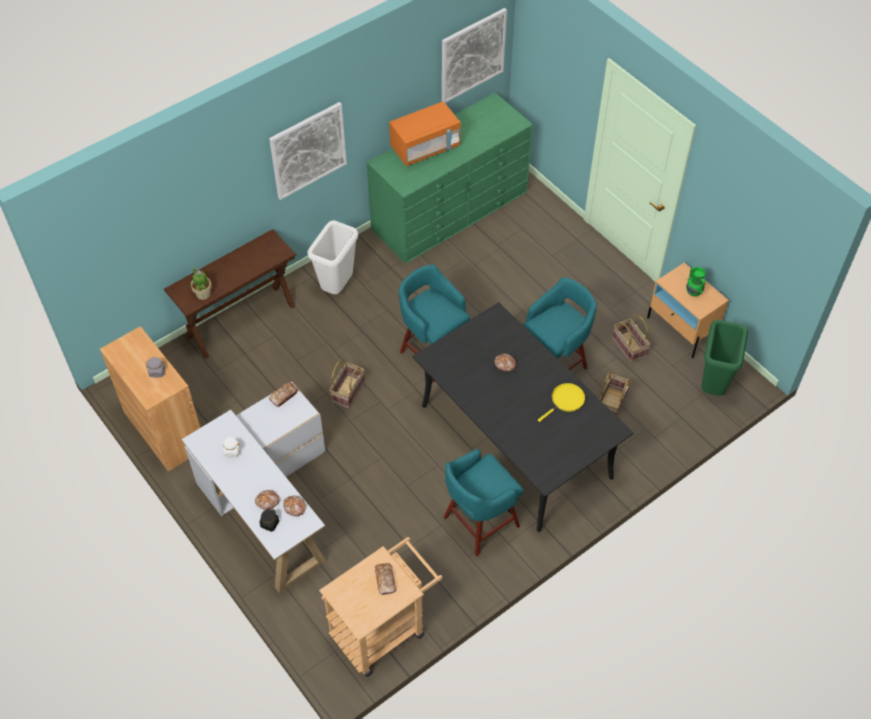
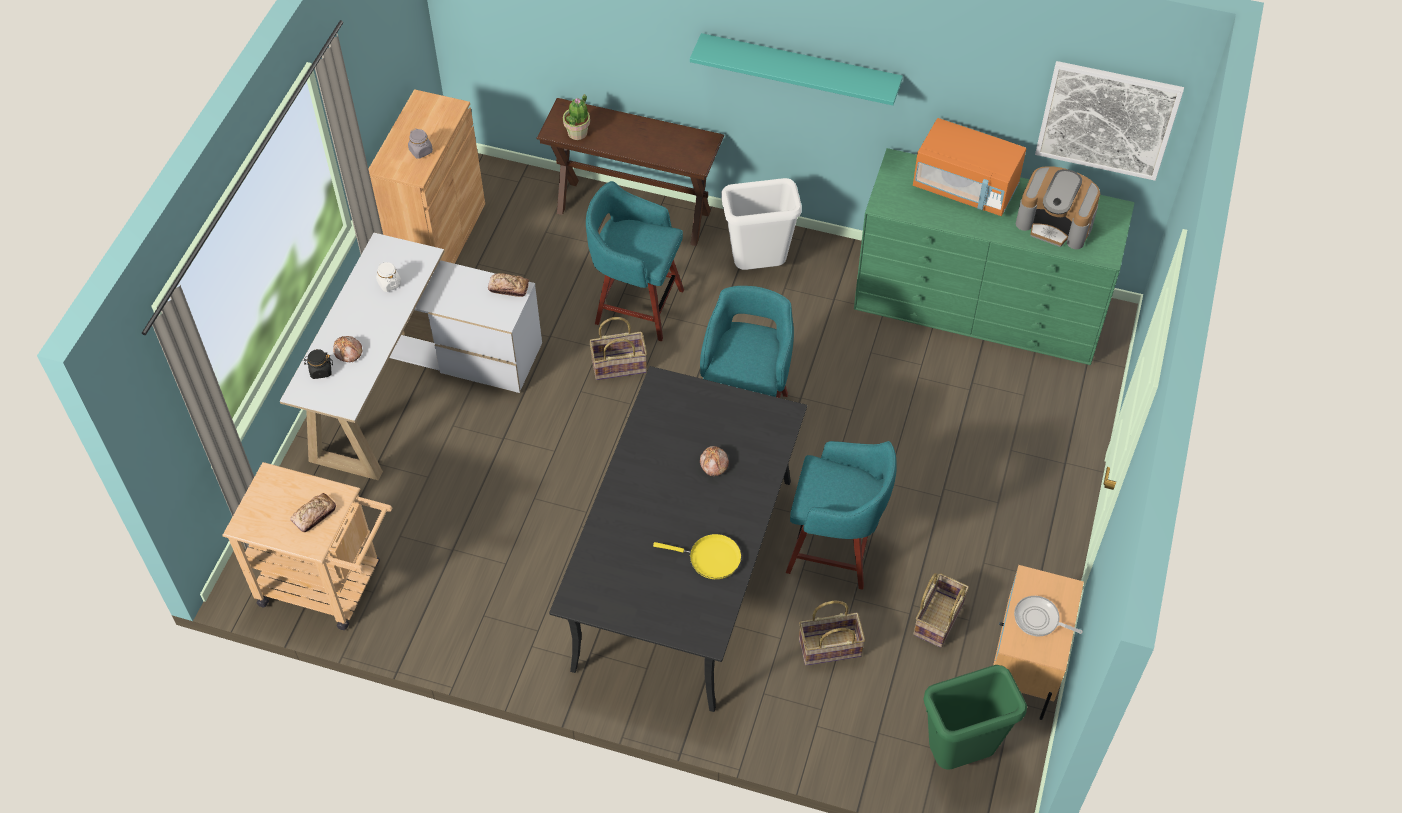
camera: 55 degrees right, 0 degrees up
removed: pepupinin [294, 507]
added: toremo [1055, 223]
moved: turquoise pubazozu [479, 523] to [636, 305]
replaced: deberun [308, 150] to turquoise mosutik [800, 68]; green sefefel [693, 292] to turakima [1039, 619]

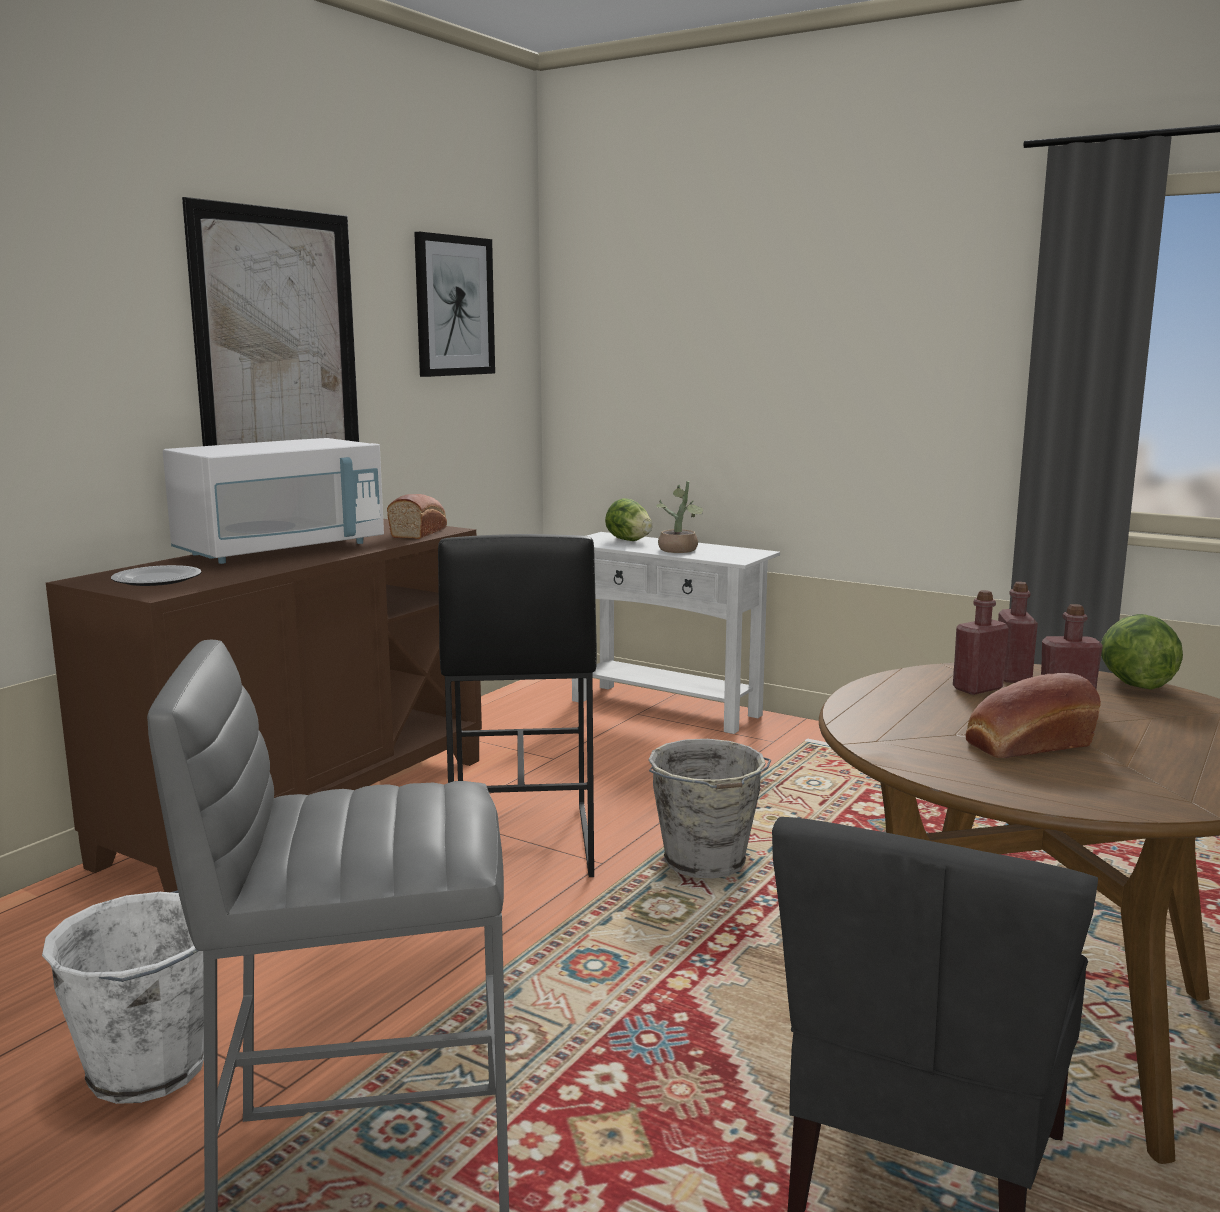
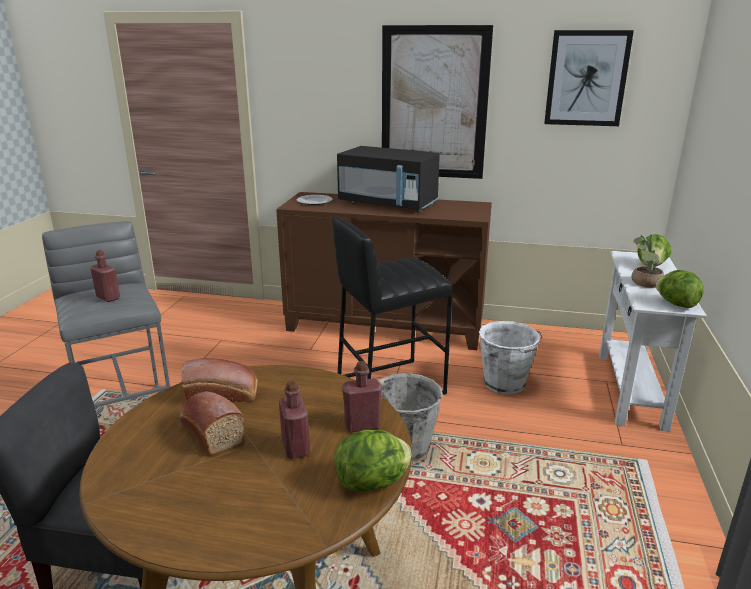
camera: 70 degrees right, 10 degrees up
added: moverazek [675, 304]
moved: pepupinin [420, 532] to [224, 395]; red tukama [977, 688] to [108, 298]; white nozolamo [153, 1068] to [505, 384]
recoloured: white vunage [281, 550] to black vunage [388, 204]

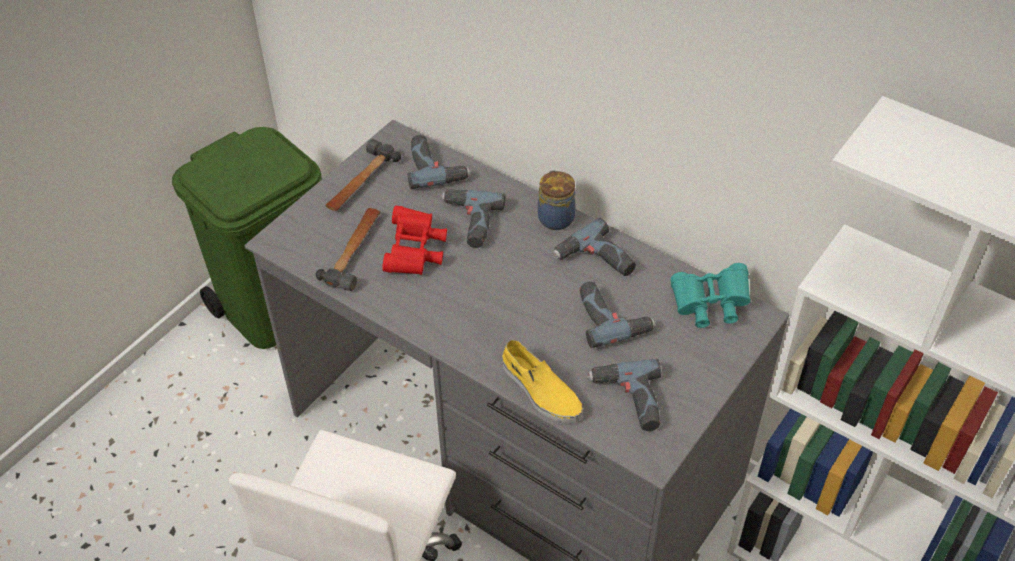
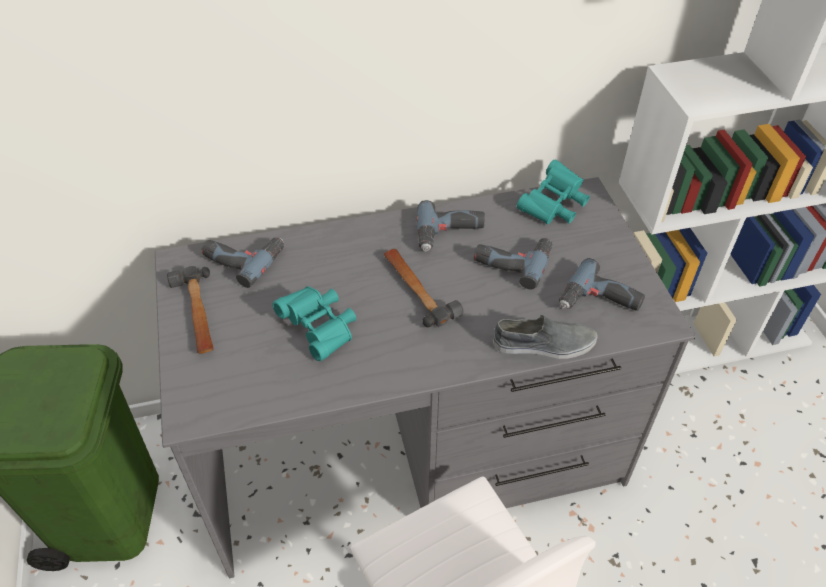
camera: 50 degrees left, 0 degrees up
removed: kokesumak [555, 217]; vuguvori [468, 222]
moved: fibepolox [355, 251] to [417, 289]
recoloured: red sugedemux [415, 252] to turquoise sugedemux [320, 329]; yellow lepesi [540, 390] to grey lepesi [544, 344]

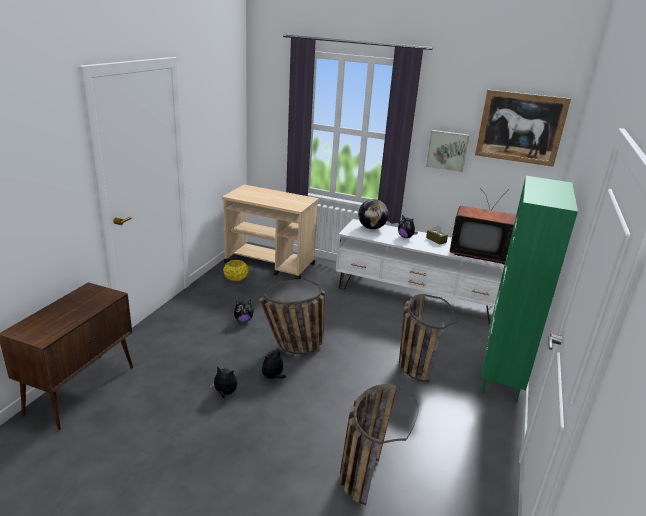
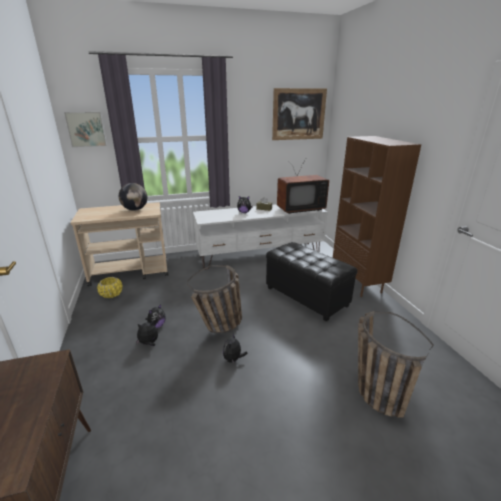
camera: 35 degrees left, 0 degrees up
moved: deberun [447, 150] to [86, 129]; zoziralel [371, 228] to [135, 209]; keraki [225, 393] to [149, 343]
replaced: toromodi [413, 362] to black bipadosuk [306, 297]
recoloured: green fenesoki [502, 377] to brown fenesoki [358, 282]

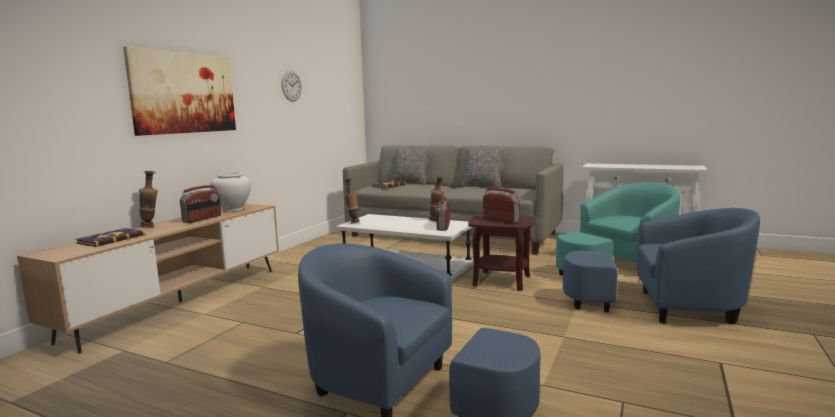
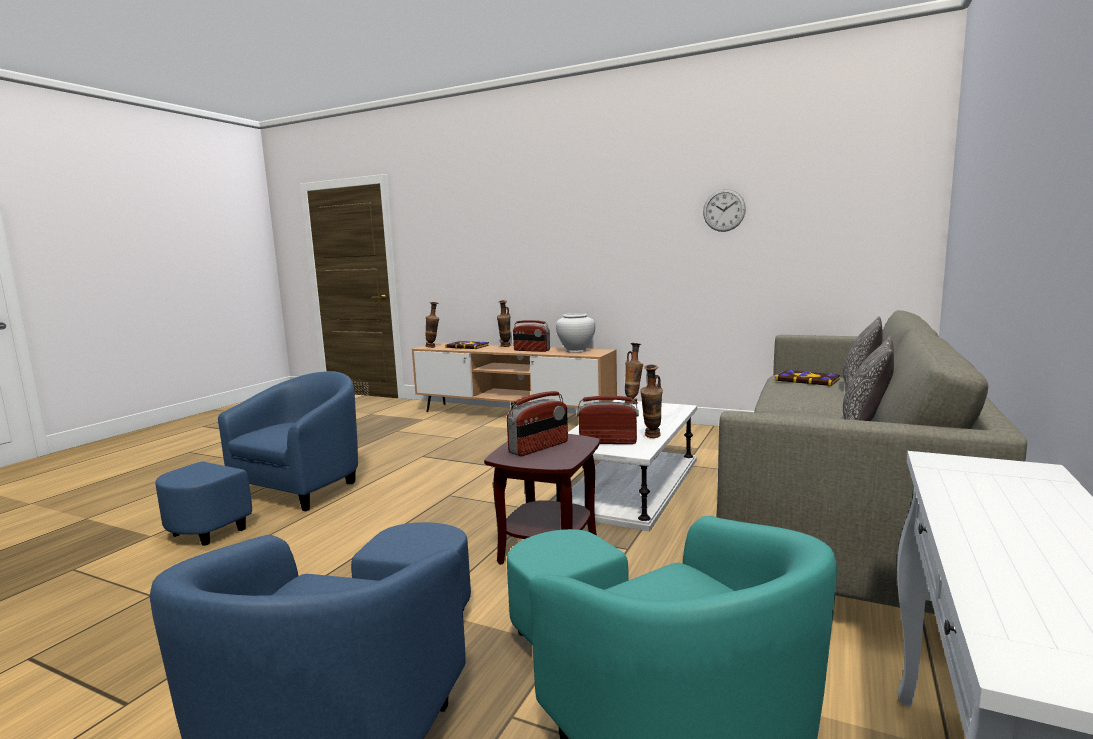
camera: 90 degrees right, 0 degrees up
removed: deberun [184, 93]
added: sefefel [433, 347]

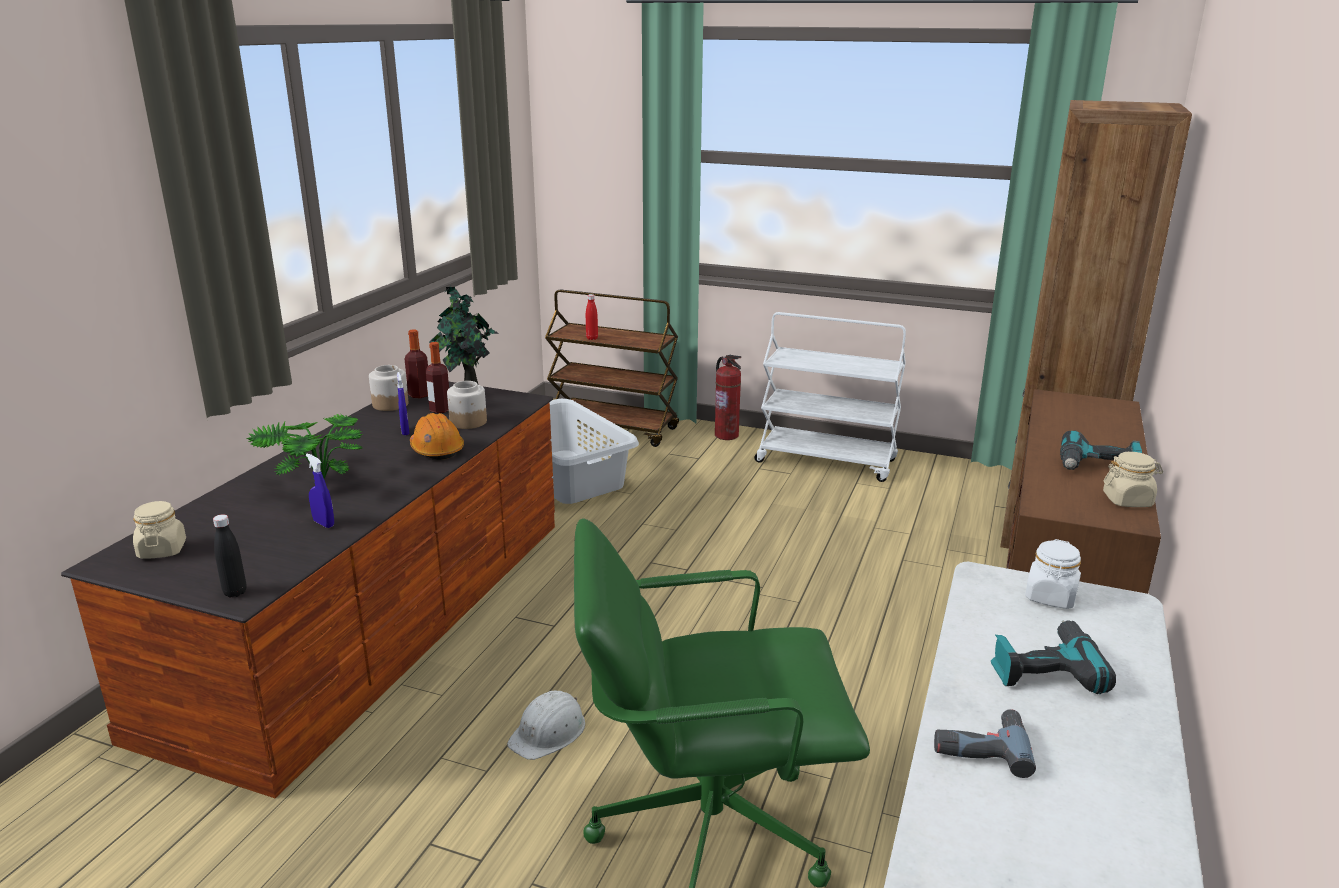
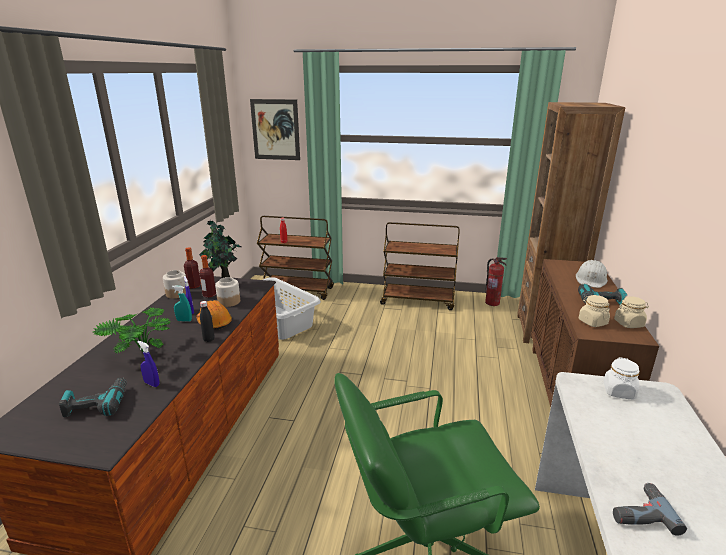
camera: 10 degrees left, 0 degrees up
added: deberun [275, 130]; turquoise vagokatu [184, 320]
moved: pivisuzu [727, 435] to [492, 303]; beige kokesumak [162, 550] to [592, 322]; black tukama [235, 592] to [209, 339]; vuguvori [1044, 668] to [97, 404]; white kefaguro [549, 732] to [591, 279]
recoloured: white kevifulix [827, 461] to brown kevifulix [418, 300]

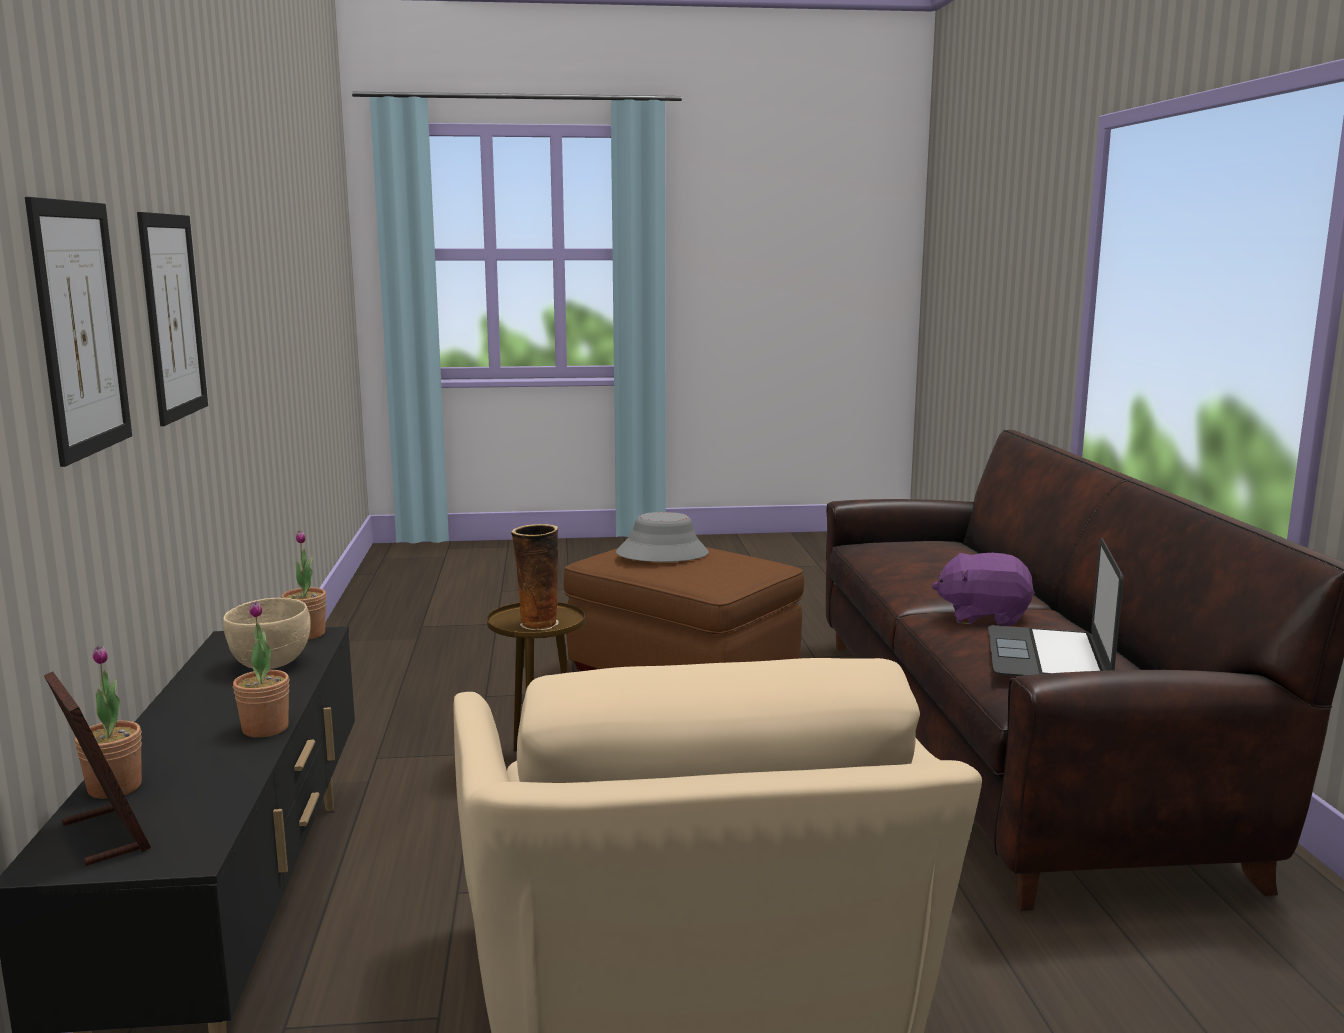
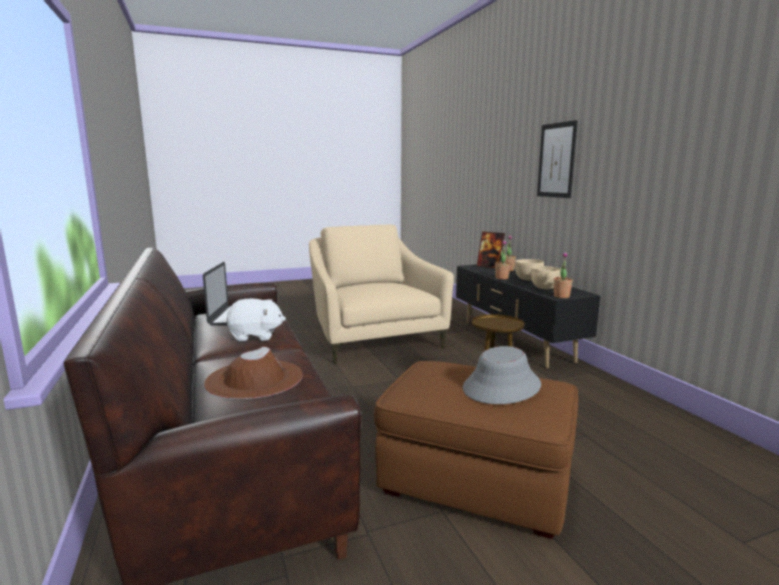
camera: 165 degrees right, 0 degrees up
removed: deberun [173, 316]; sefefel [537, 624]
added: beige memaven [528, 279]; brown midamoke [254, 379]
recoloured: purple keraki [983, 617] to white keraki [255, 336]

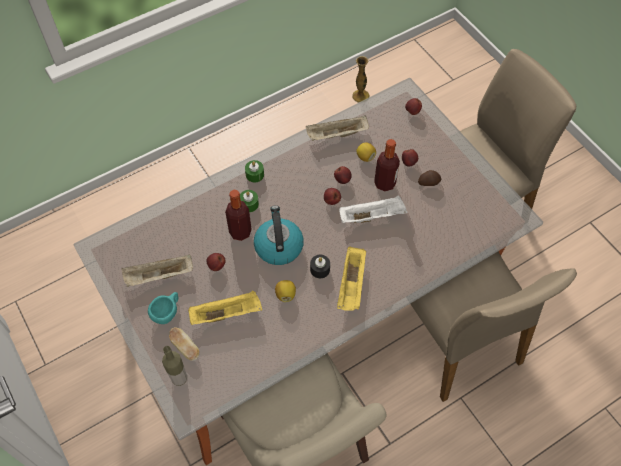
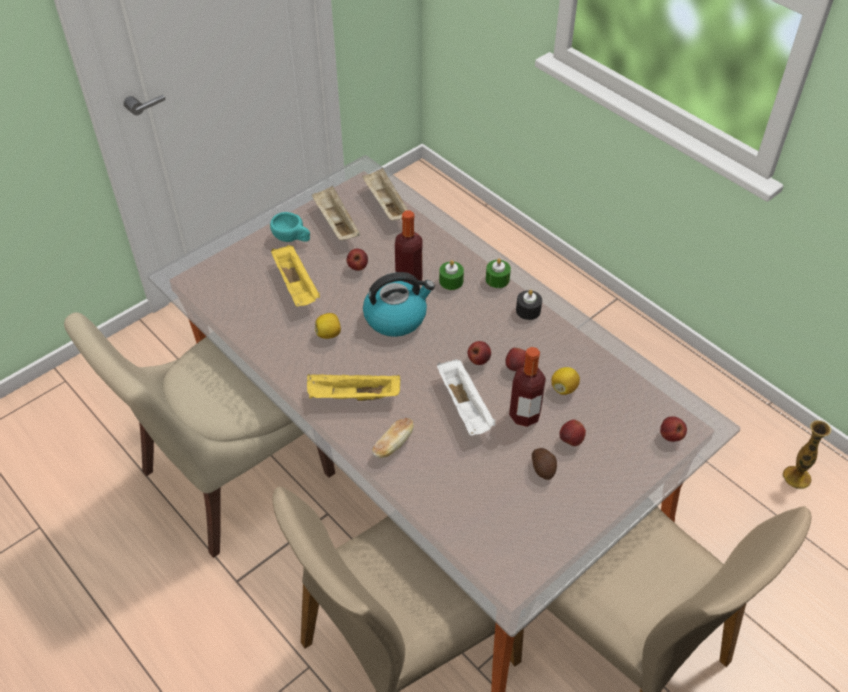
camera: 80 degrees right, 10 degrees down
removed: tukama [179, 378]
moved: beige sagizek [336, 135] to [386, 205]; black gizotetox [320, 269] to [528, 310]; pepupinin [185, 347] to [393, 444]

